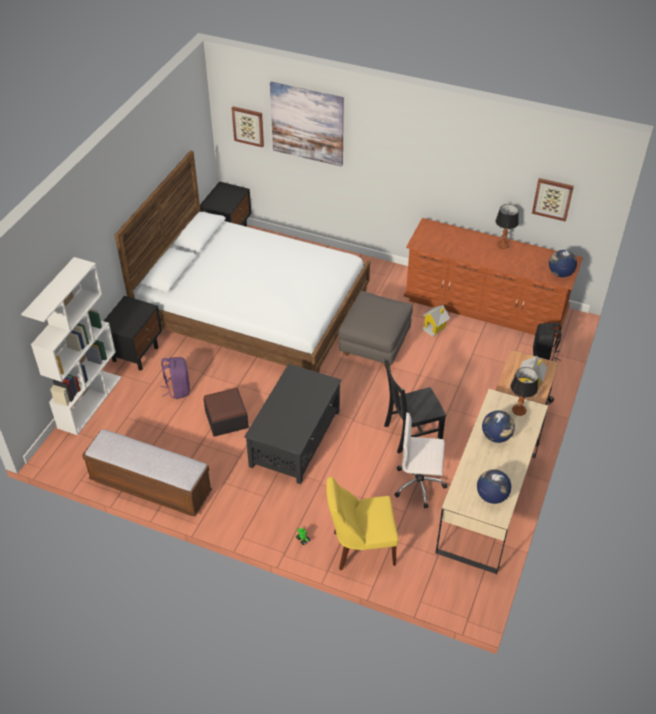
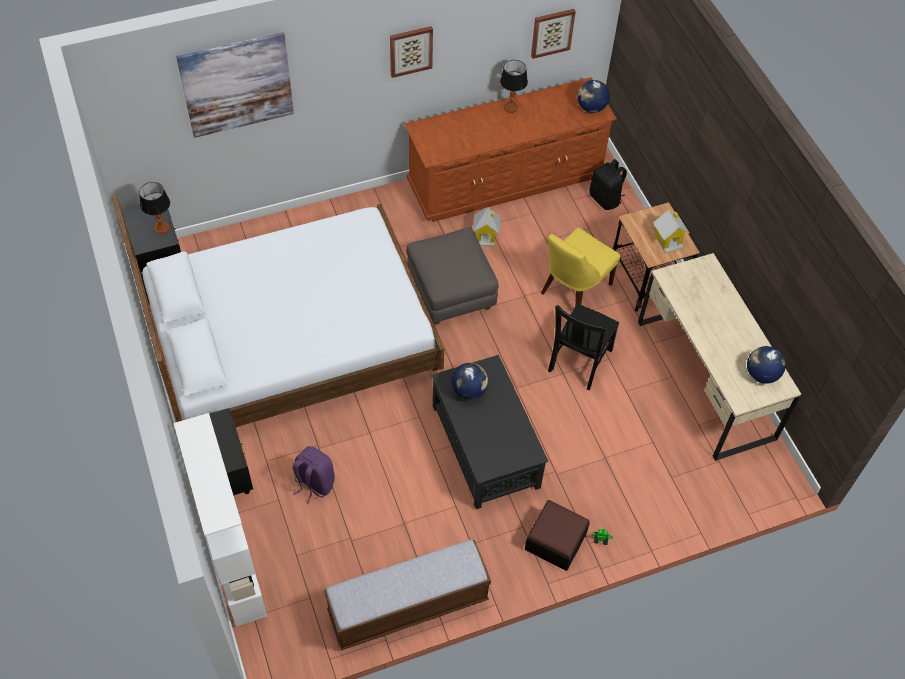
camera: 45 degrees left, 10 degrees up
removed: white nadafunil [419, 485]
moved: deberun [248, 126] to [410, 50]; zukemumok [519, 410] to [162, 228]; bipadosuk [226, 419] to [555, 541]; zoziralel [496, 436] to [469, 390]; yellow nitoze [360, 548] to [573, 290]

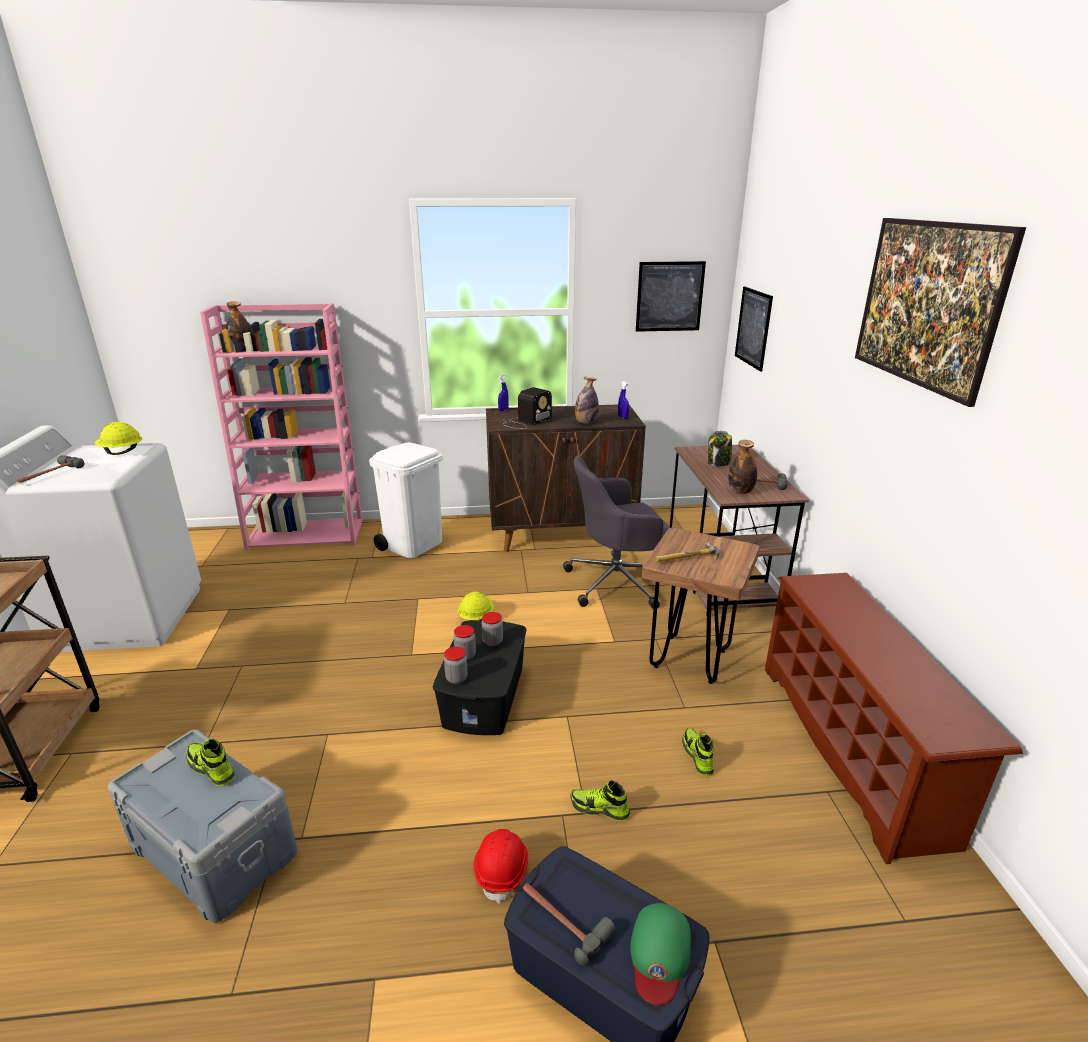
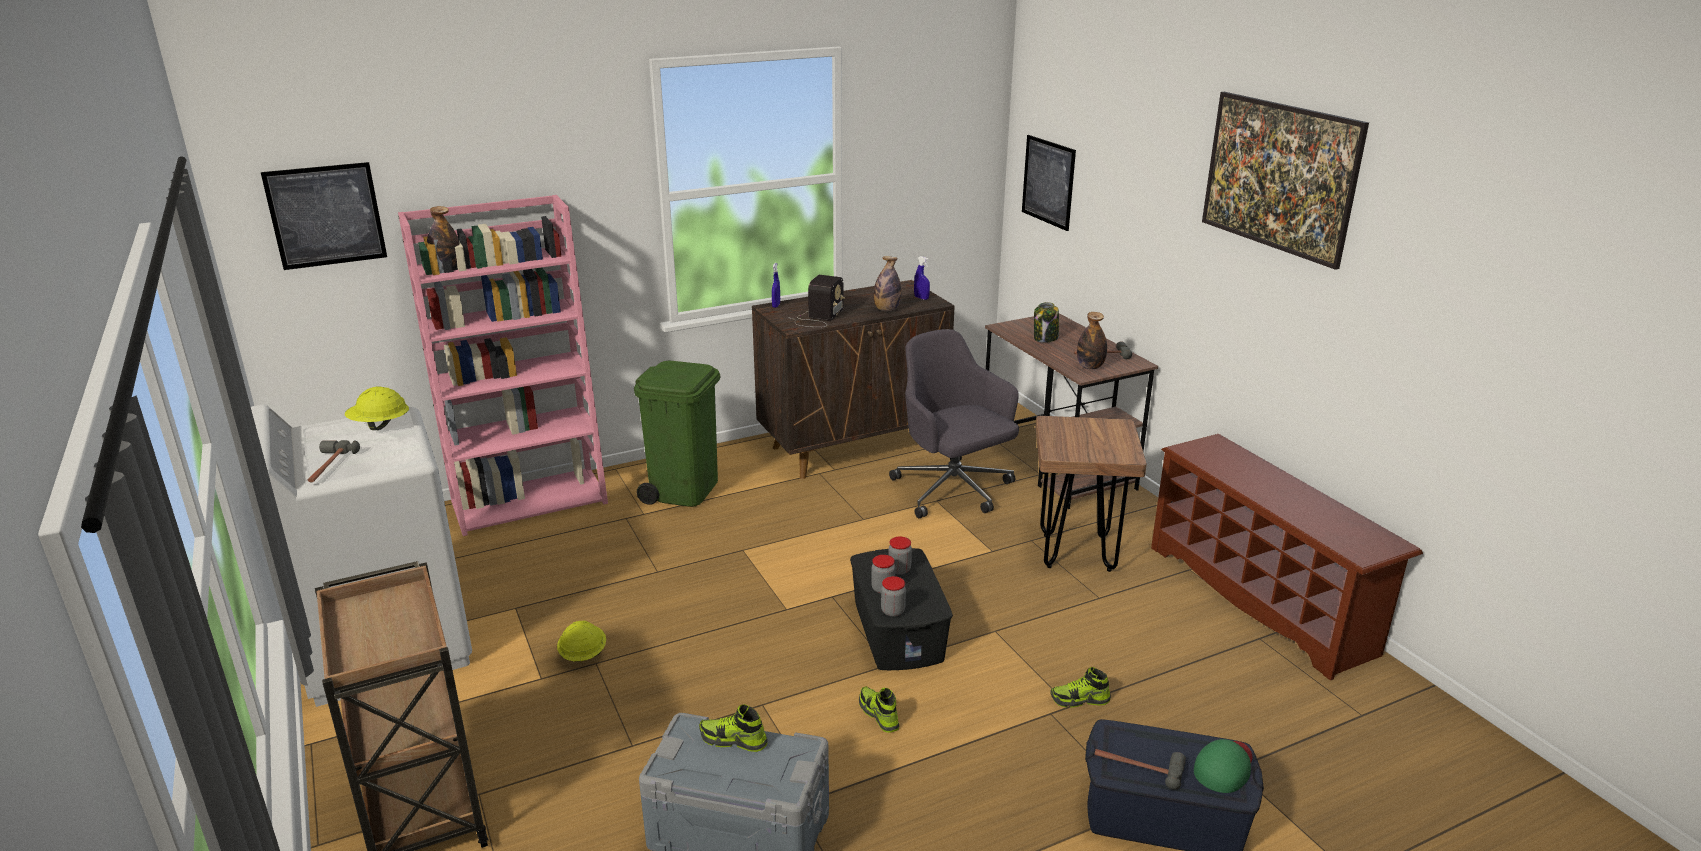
camera: 20 degrees left, 0 degrees up
removed: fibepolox [689, 560]; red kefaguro [502, 870]
moved: deberun [669, 296] to [326, 215]; yellow kefaguro [476, 617] to [583, 655]; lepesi [697, 756] to [878, 715]
recoloured: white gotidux [414, 544] to green gotidux [684, 490]
turned: grey nadafunil [617, 583] = [953, 490] 90 degrees clockwise; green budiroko [659, 954] = [1224, 767] 135 degrees counterclockwise

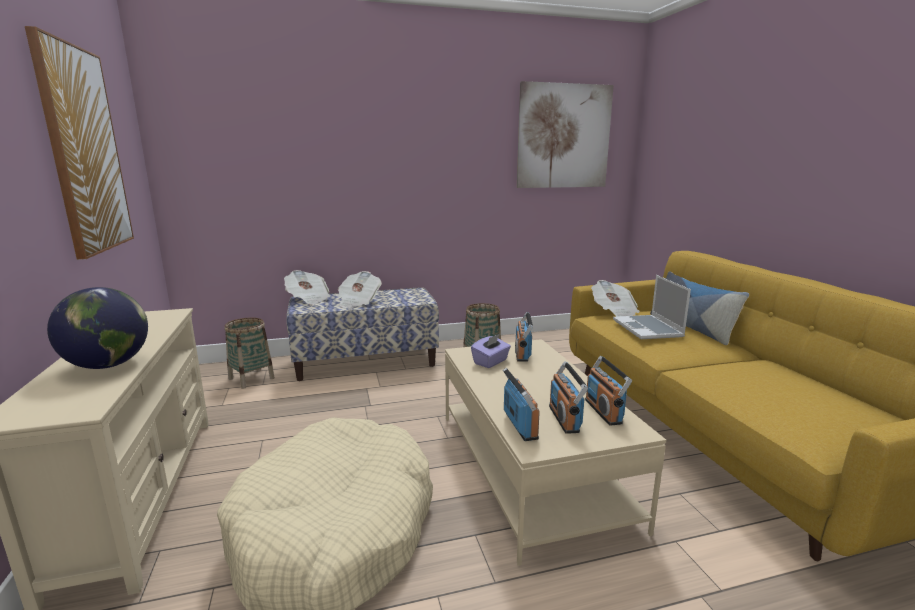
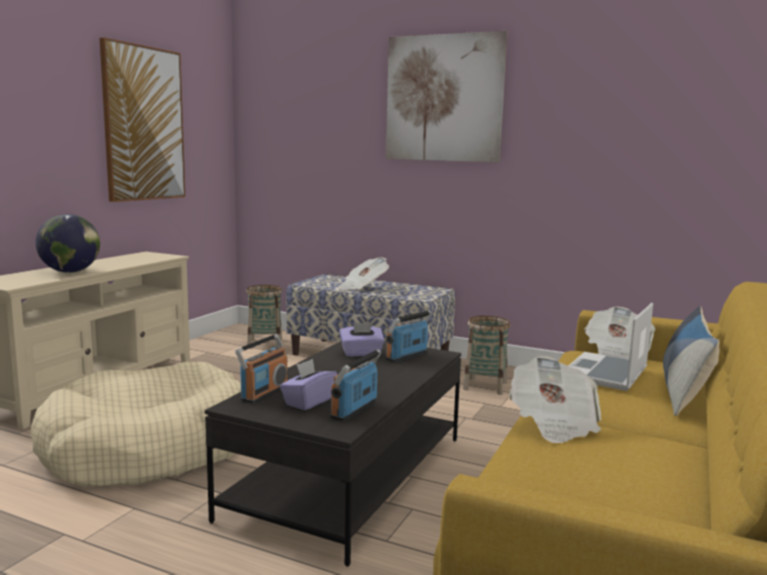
camera: 40 degrees right, 5 degrees down
moved: deberun [564, 136] to [444, 98]; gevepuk [308, 299] to [553, 423]
replaced: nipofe [564, 418] to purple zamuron [308, 401]
recoloured: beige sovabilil [531, 467] to black sovabilil [349, 476]

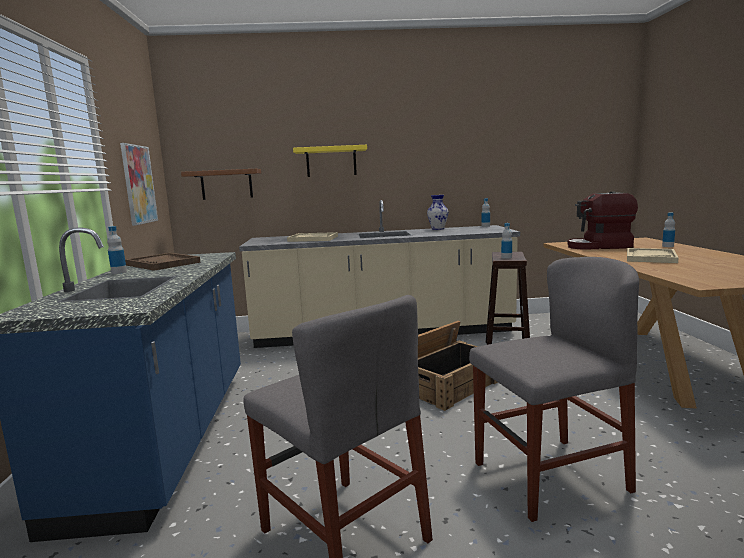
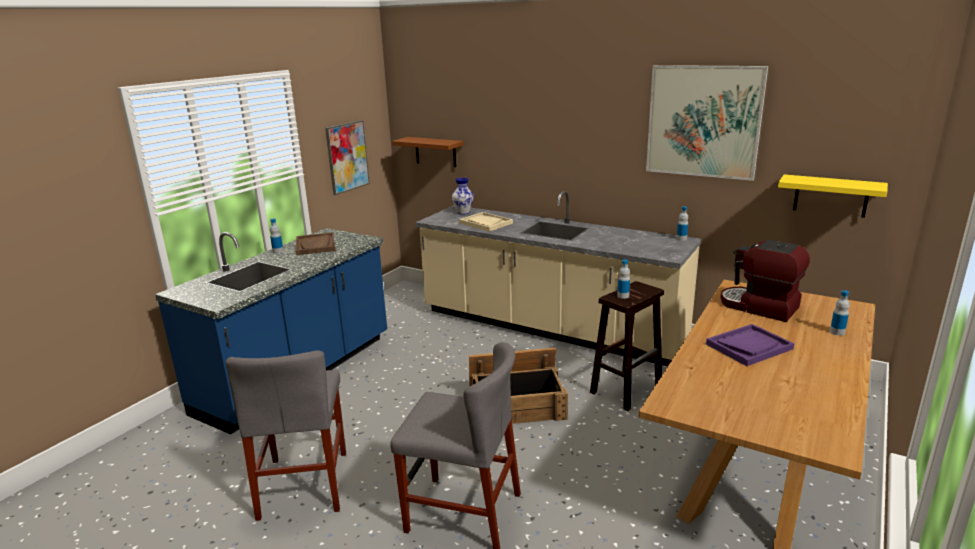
camera: 35 degrees right, 10 degrees up
added: deberun [703, 121]
moved: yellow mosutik [331, 162] to [830, 196]; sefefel [437, 229] to [463, 212]
recoloured: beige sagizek [650, 257] to purple sagizek [749, 346]

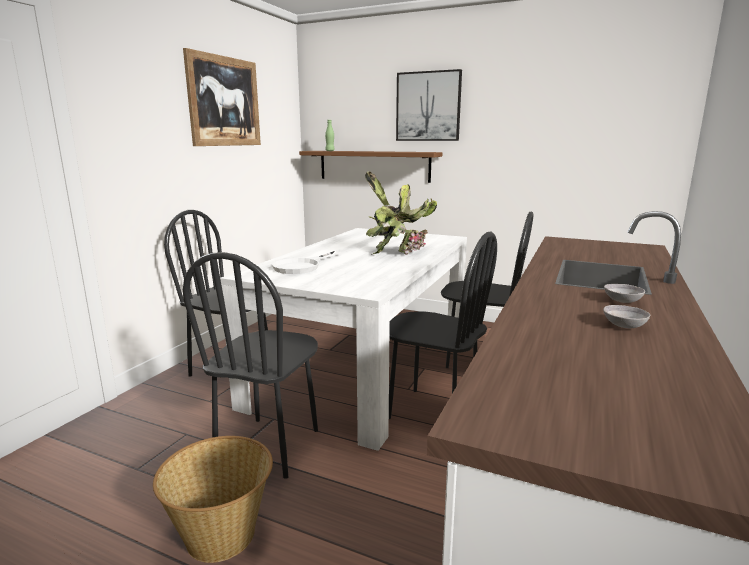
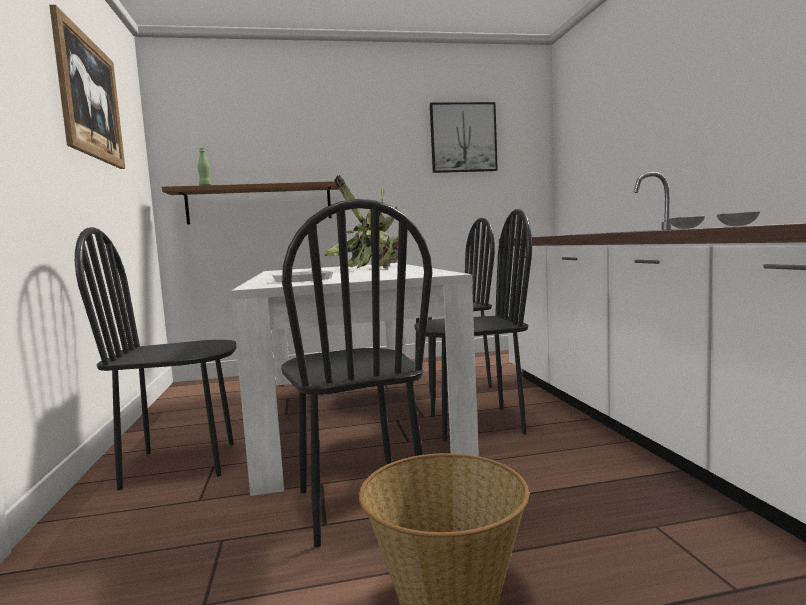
camera: 35 degrees left, 10 degrees down
moved: deberun [428, 106] to [463, 138]

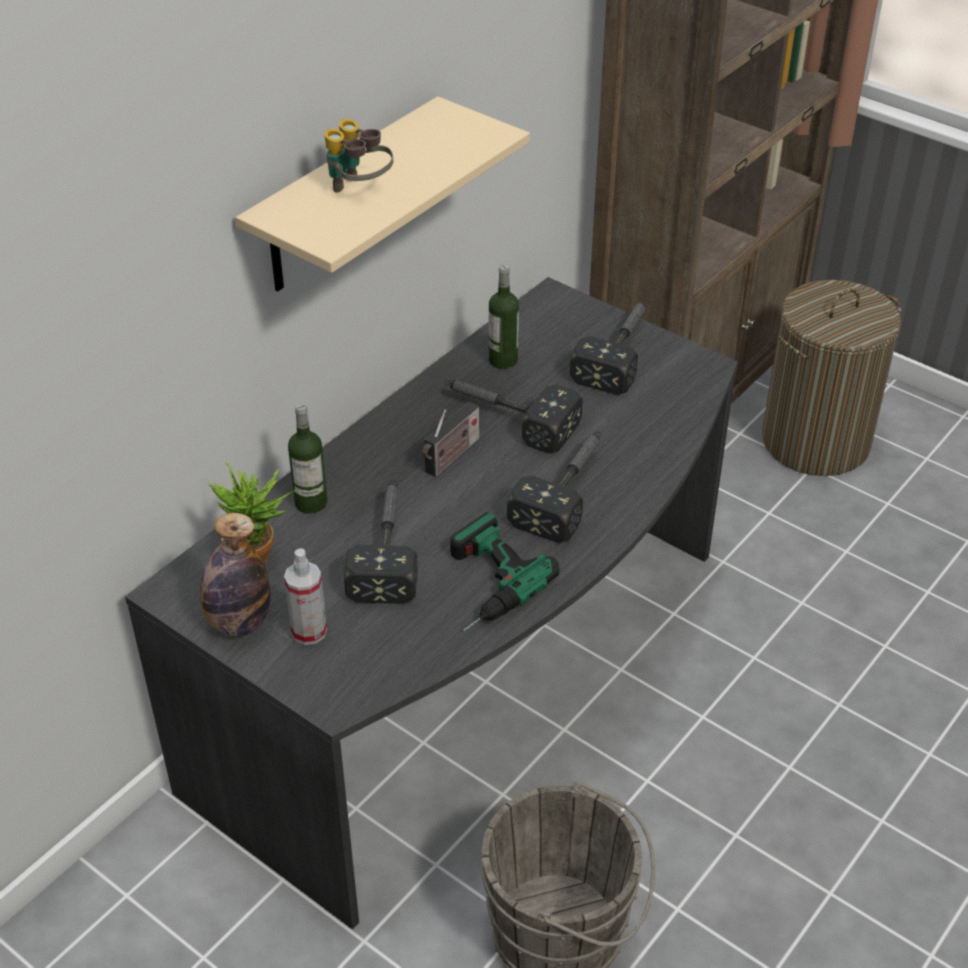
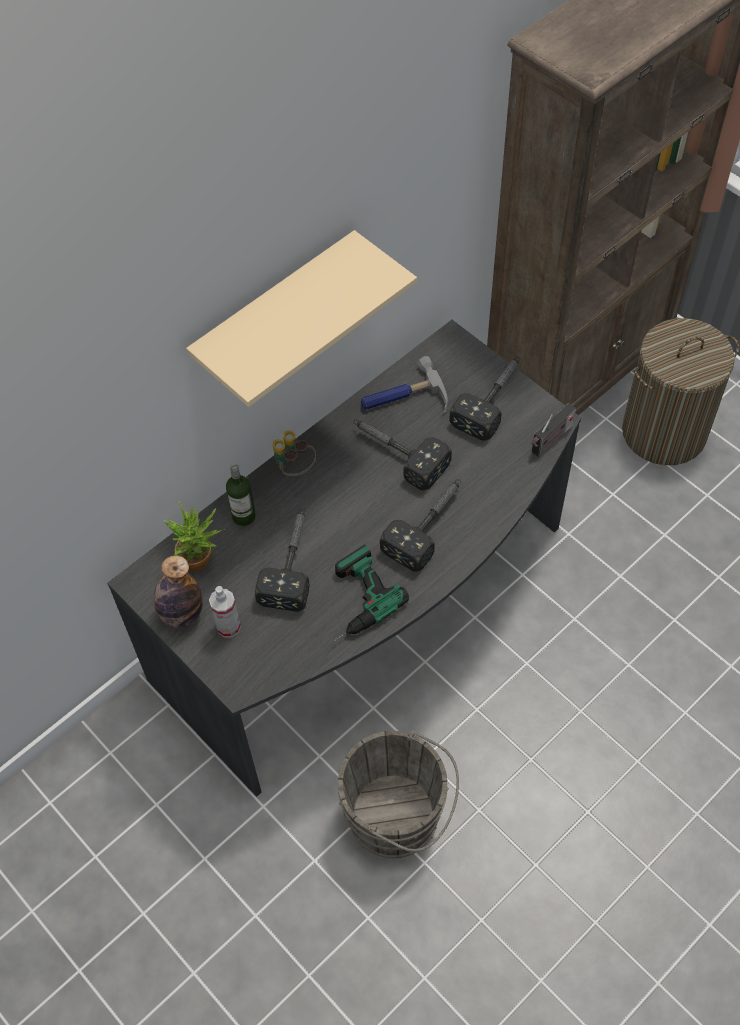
camera: 10 degrees right, 15 degrees up
moved: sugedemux [359, 190] to [294, 469]; nipofe [451, 458] to [550, 441]
replaced: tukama [503, 360] to fibepolox [403, 399]

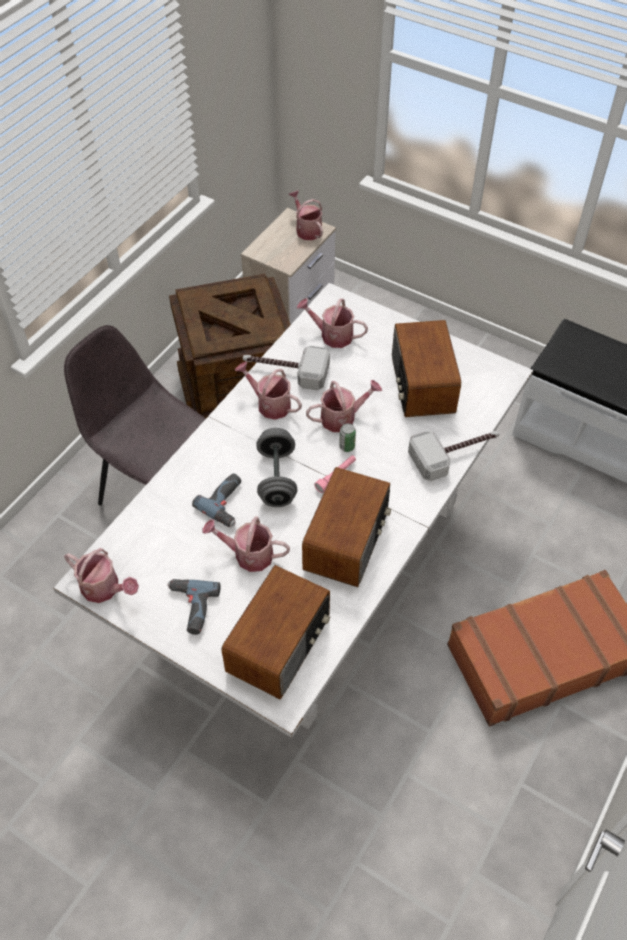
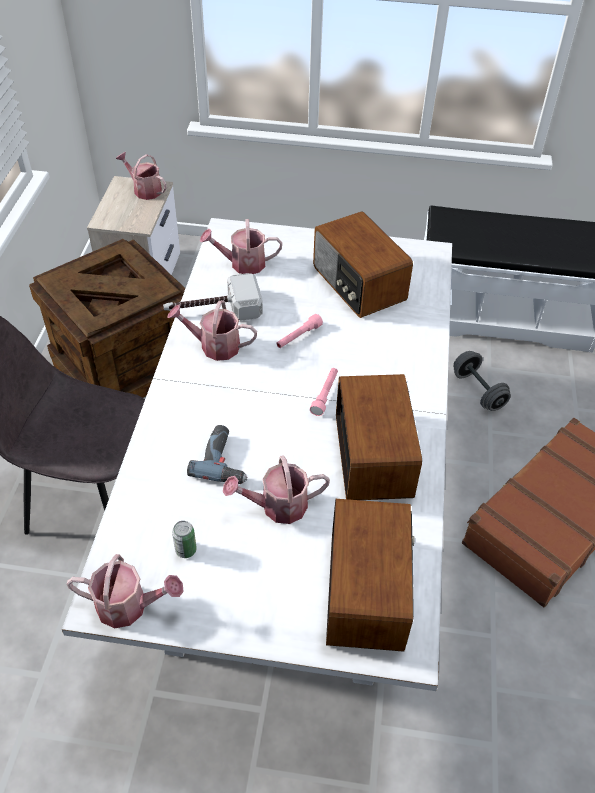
camera: 25 degrees left, 5 degrees down
removed: fibepolox [456, 453]; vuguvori [190, 608]
moved: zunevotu [347, 446] to [186, 550]; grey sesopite [277, 478] to [478, 391]
replaced: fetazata [342, 418] to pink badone [298, 337]

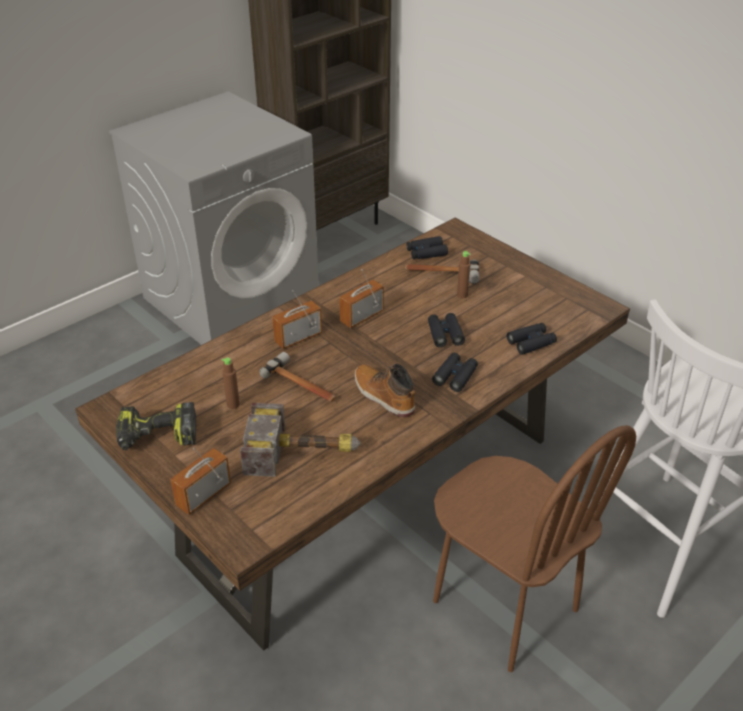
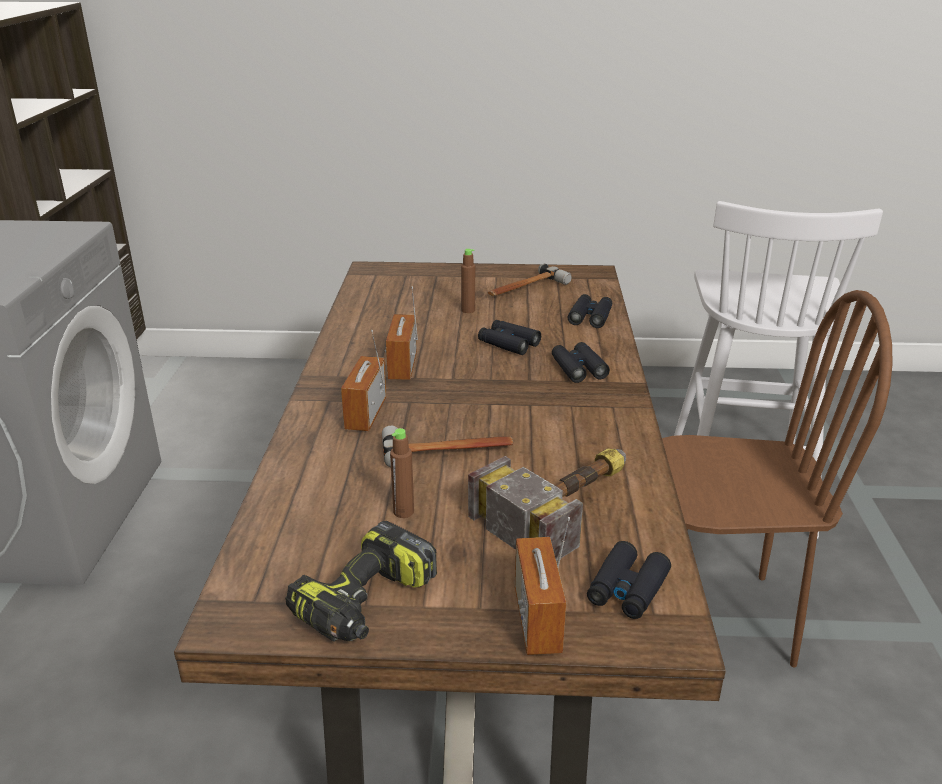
camera: 45 degrees left, 10 degrees down
removed: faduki [383, 396]
moved: black sugedemux [426, 252] to [627, 589]; fibepolox [441, 273] to [526, 288]

